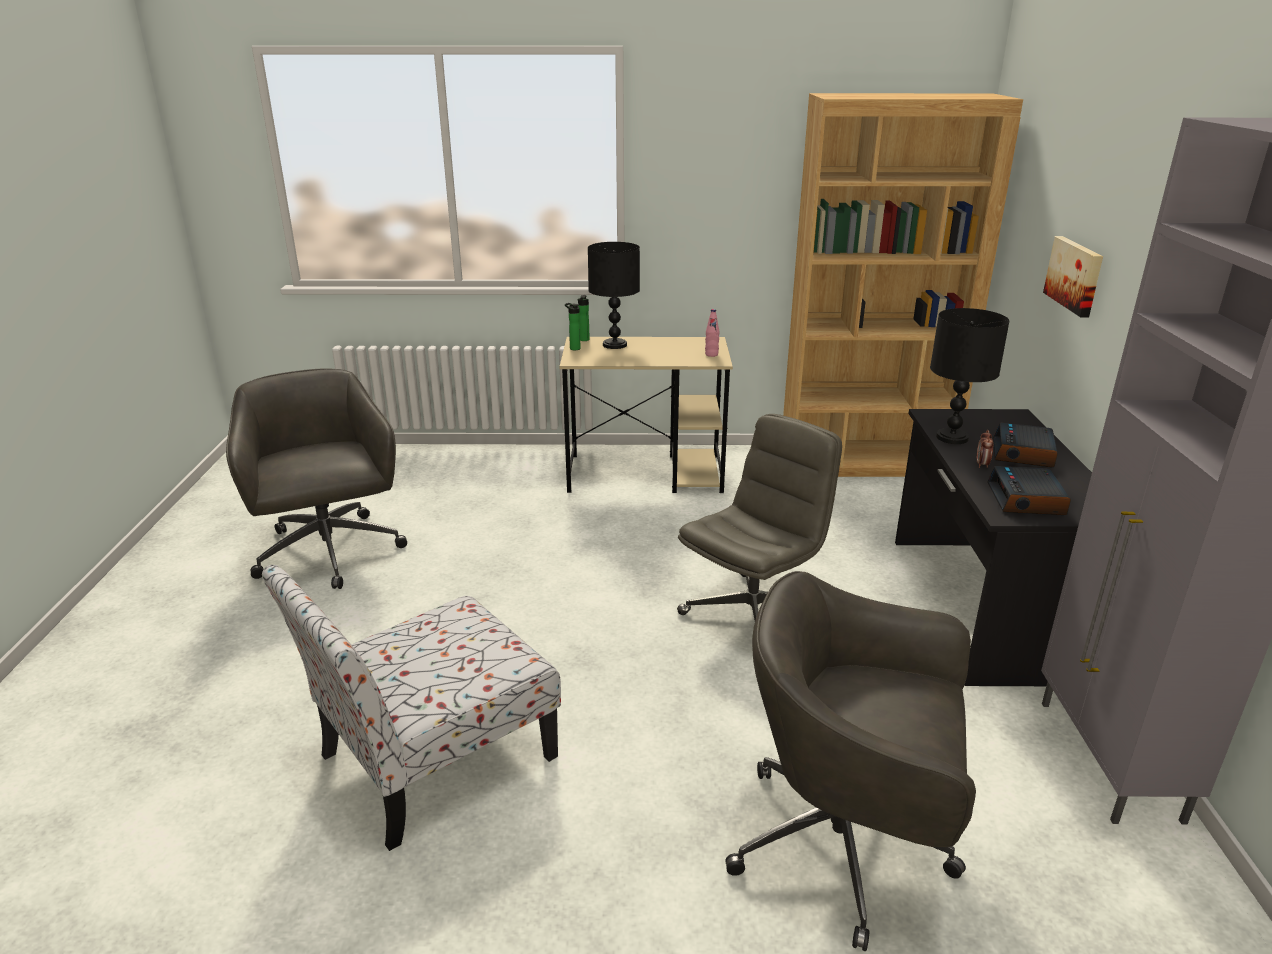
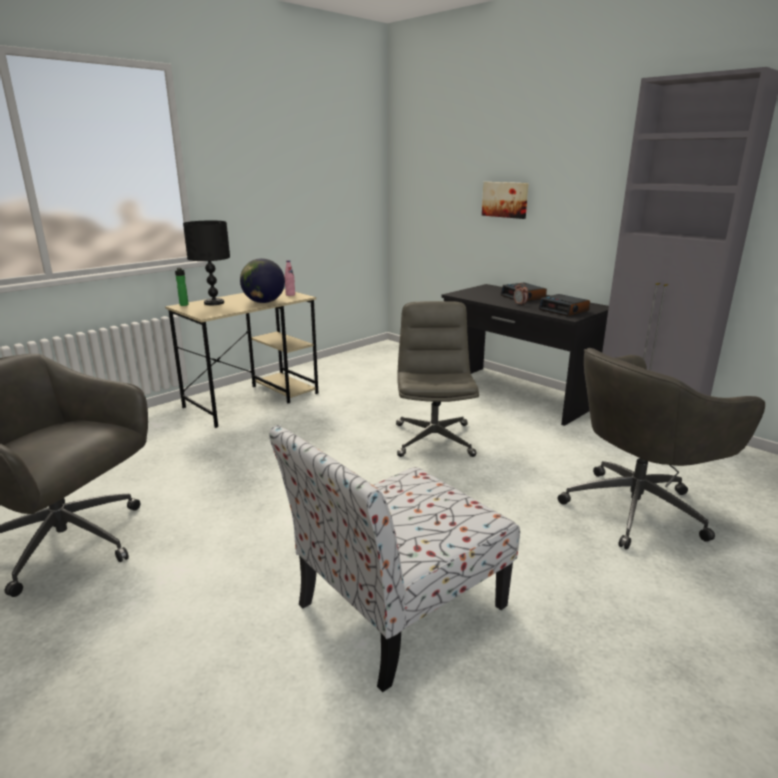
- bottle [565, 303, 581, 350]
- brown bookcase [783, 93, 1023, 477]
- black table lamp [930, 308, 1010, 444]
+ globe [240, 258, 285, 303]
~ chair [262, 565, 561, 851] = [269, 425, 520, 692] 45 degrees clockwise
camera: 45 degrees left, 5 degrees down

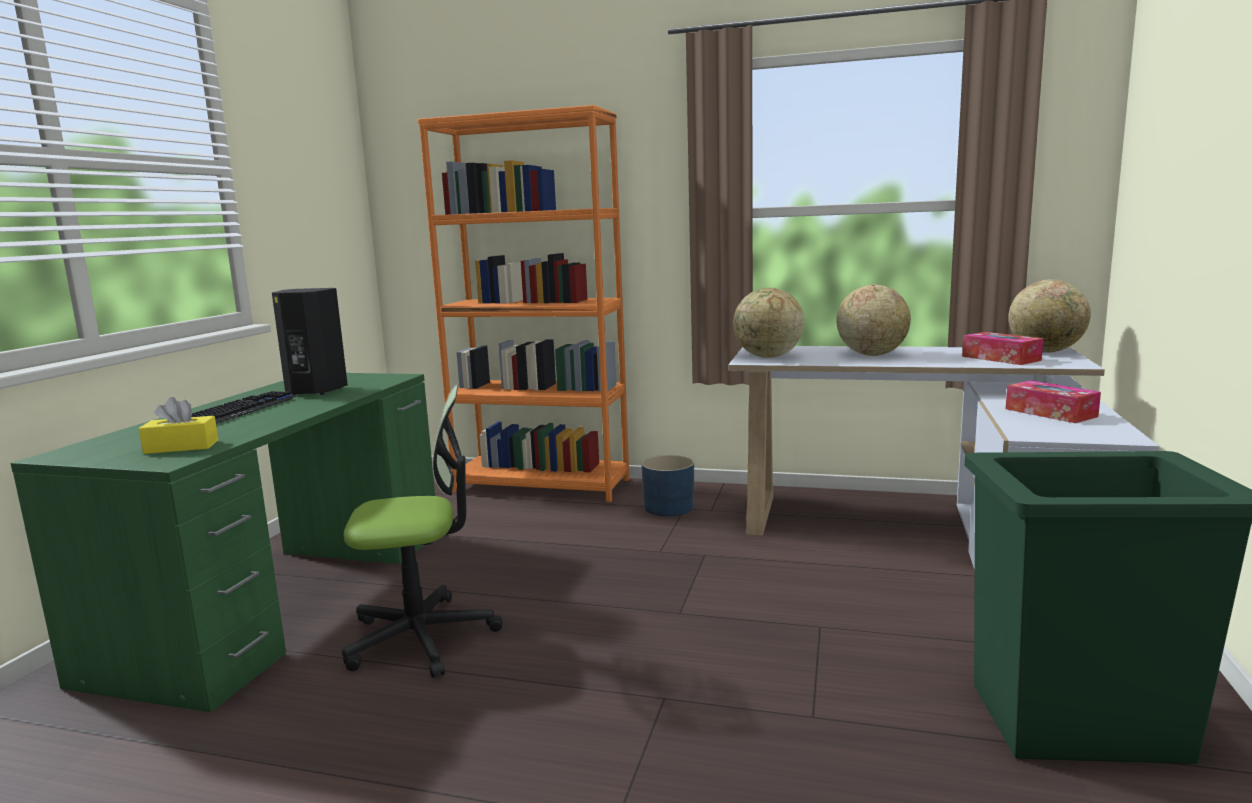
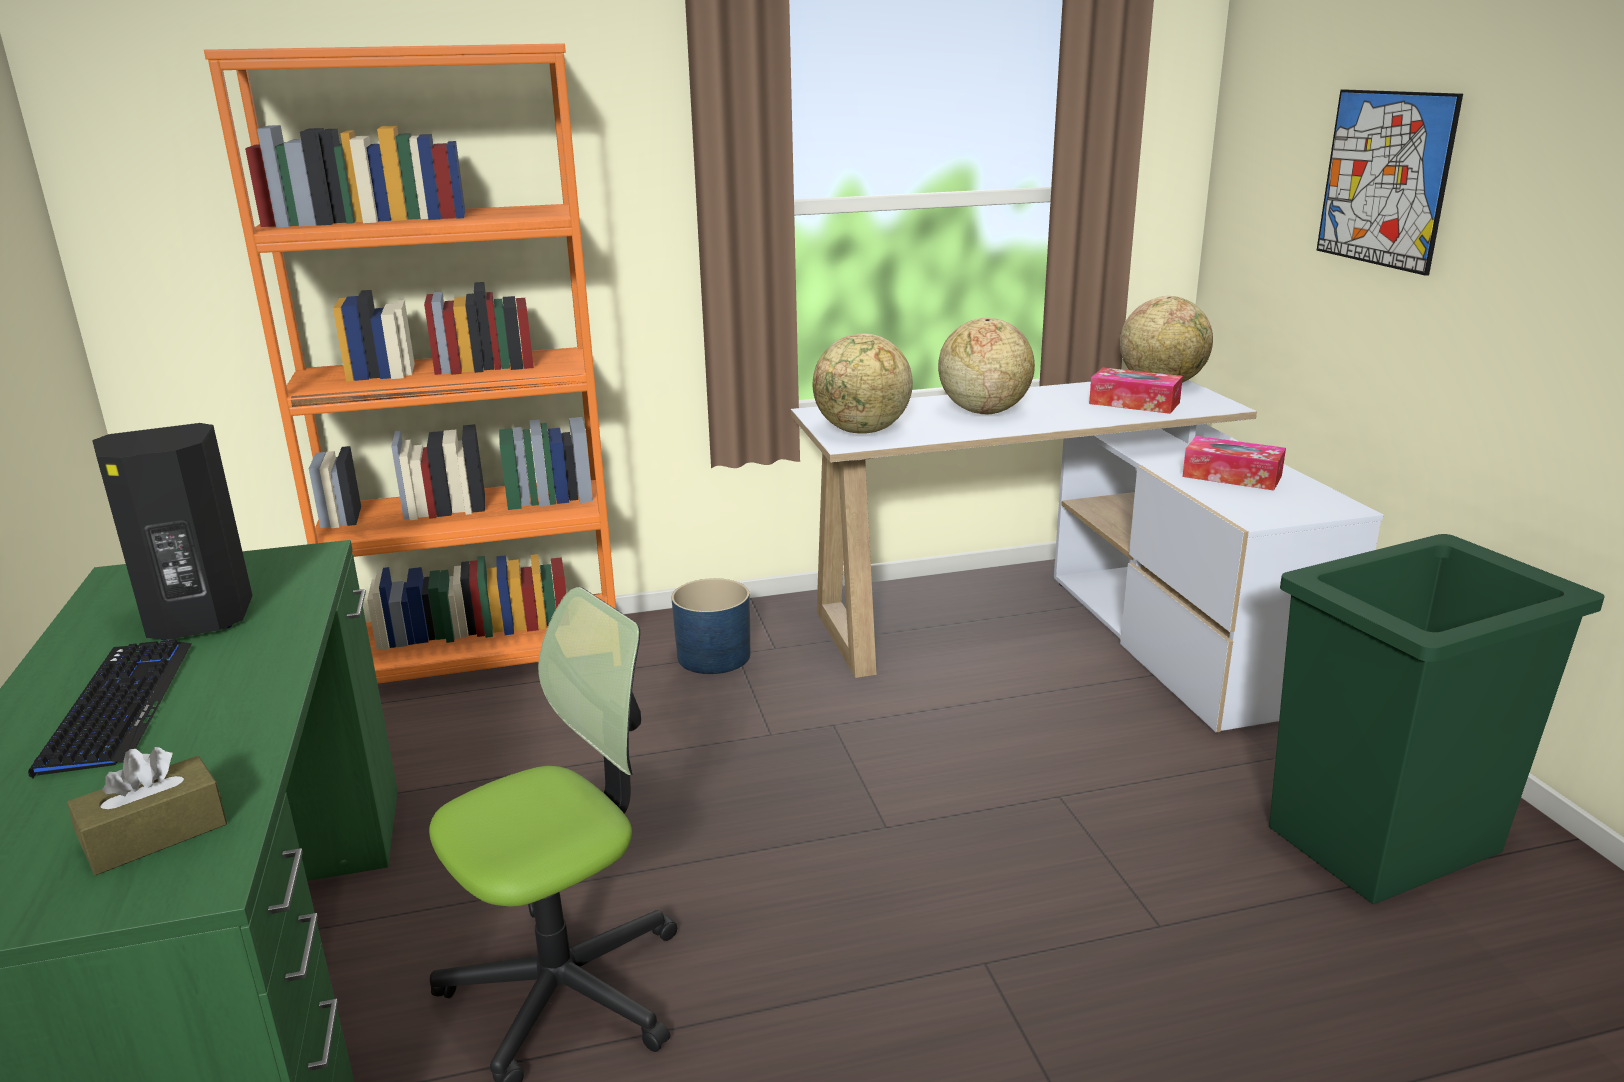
+ picture [1316, 89, 1463, 276]
~ yellow tissue box [138, 397, 218, 454] to brown tissue box [67, 747, 227, 875]
camera: 30 degrees left, 10 degrees up

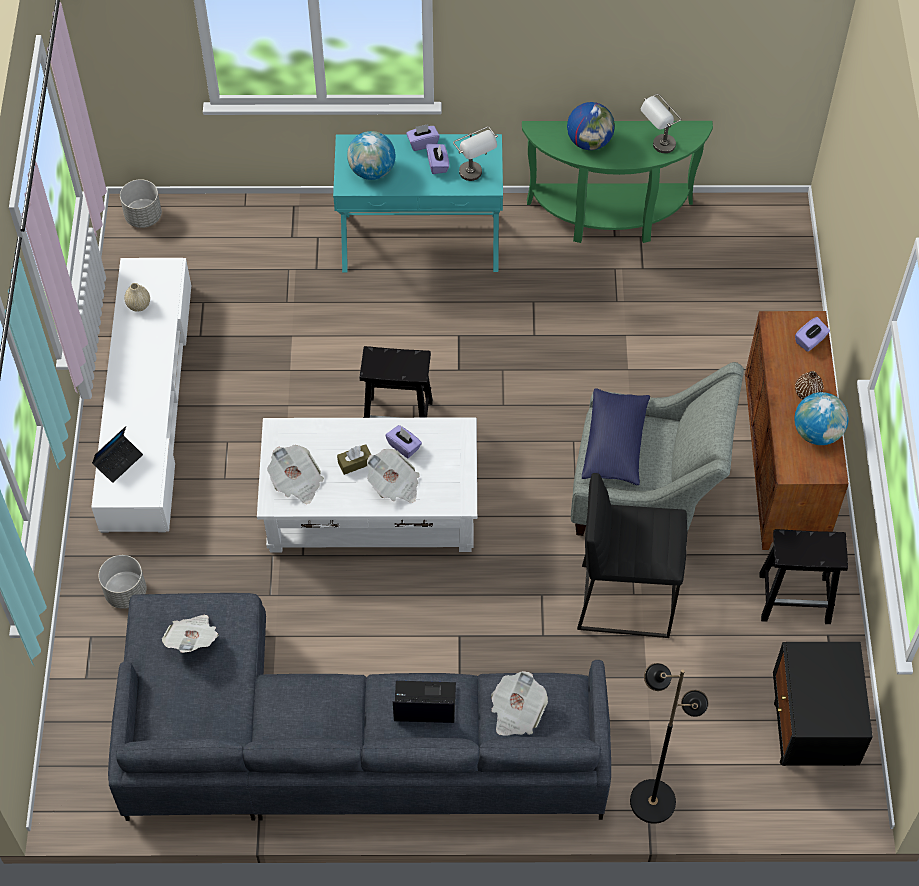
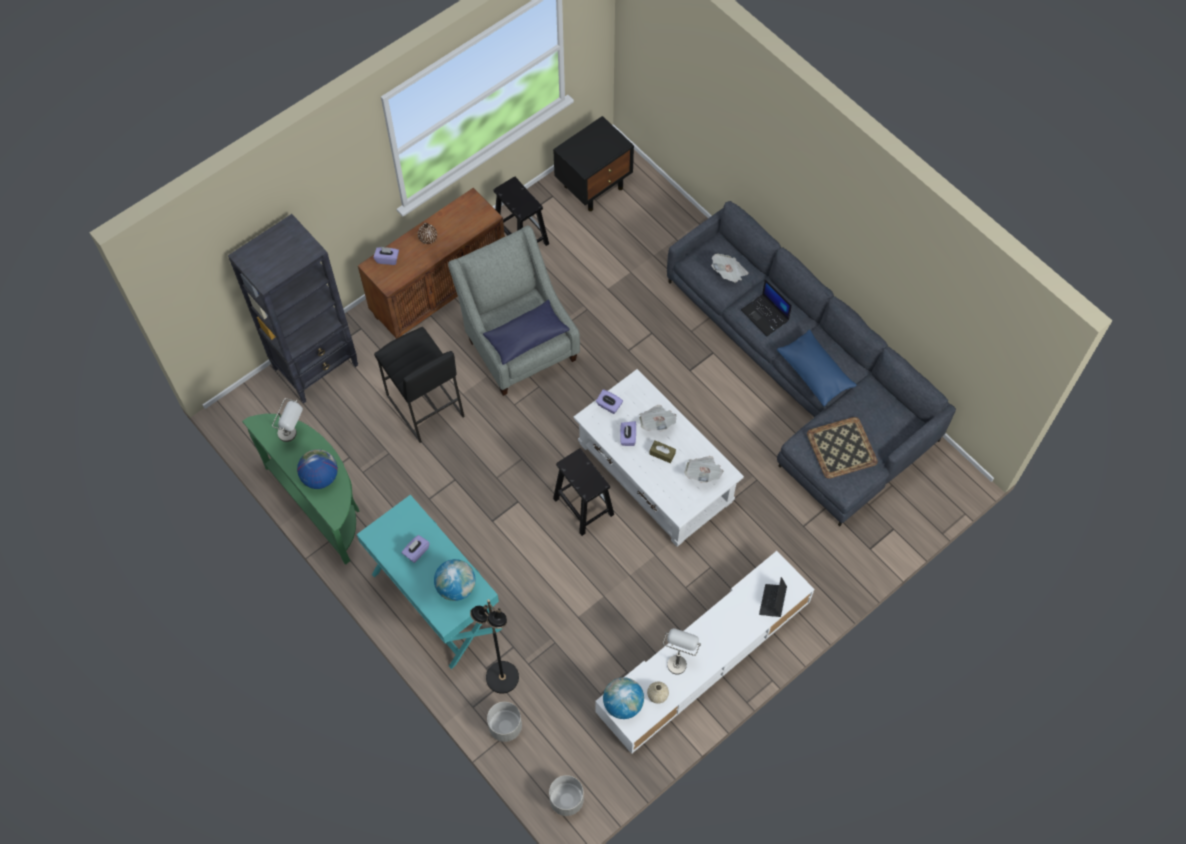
+ black bookcase [228, 214, 358, 403]
+ blue pillow [777, 330, 857, 406]
~ grey planter [99, 555, 146, 609] to [487, 702, 522, 742]
~ purple tissue box [406, 124, 440, 151] to [596, 389, 623, 414]
~ grey table lamp [453, 126, 498, 181] to [663, 628, 701, 675]
~ black stool [577, 473, 687, 638] to [374, 327, 465, 443]
~ black floor lamp [630, 663, 709, 824] to [470, 599, 519, 694]
~ globe [794, 392, 848, 445] to [603, 677, 644, 719]
~ newspaper [162, 615, 219, 653] to tray [807, 417, 878, 479]
~ laptop [92, 426, 143, 483] = [759, 577, 787, 617] 75 degrees counterclockwise
camera: 130 degrees left, 5 degrees up

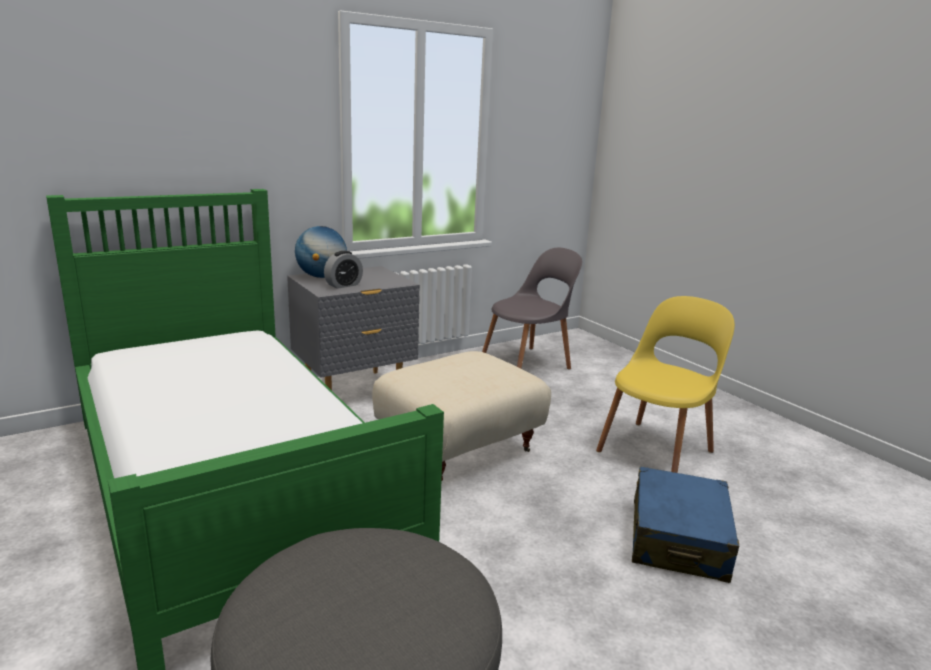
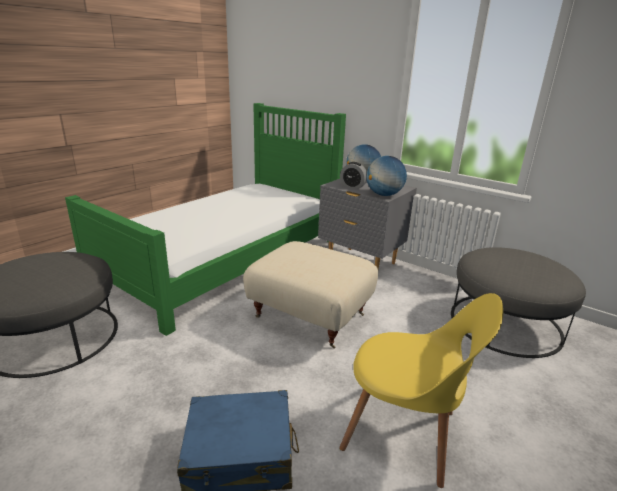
+ globe [367, 156, 407, 196]
~ grey chair [482, 248, 582, 370] to grey ottoman [451, 247, 586, 358]
camera: 70 degrees right, 5 degrees up

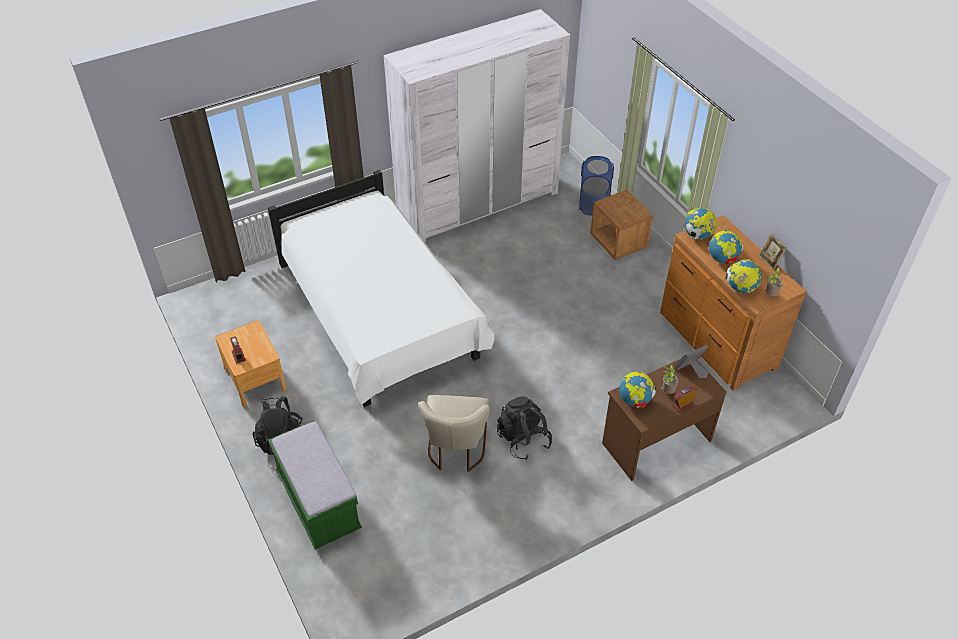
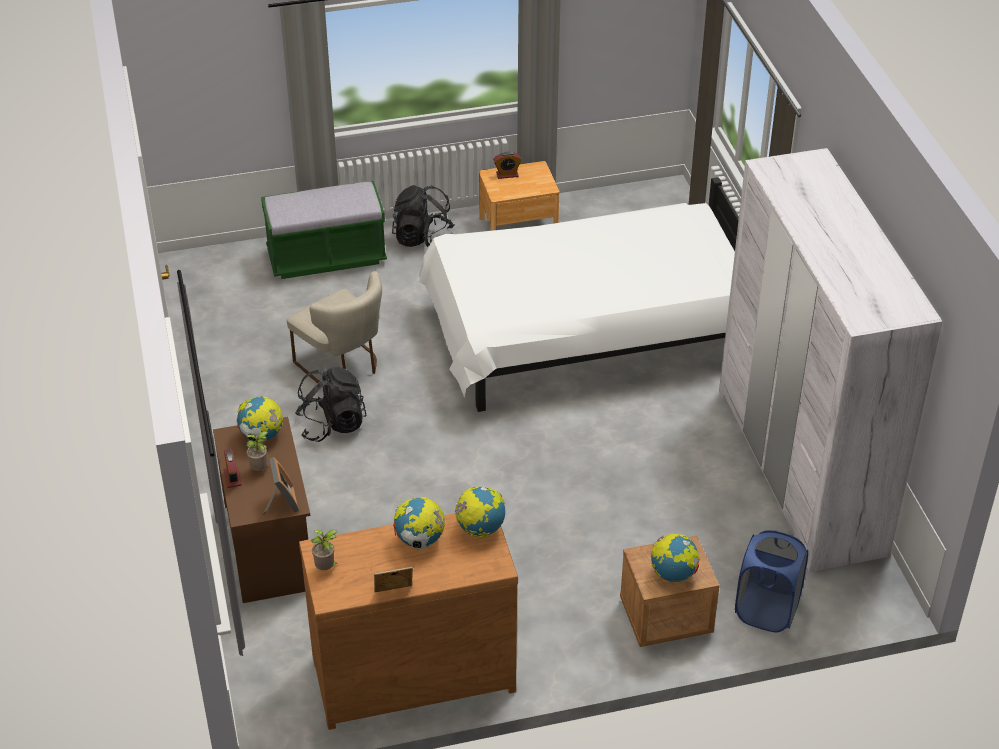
~ globe [725, 259, 762, 293] to [651, 534, 699, 582]
~ beige chair [418, 395, 490, 472] = [286, 271, 382, 383] 150 degrees counterclockwise
camera: 105 degrees right, 5 degrees down

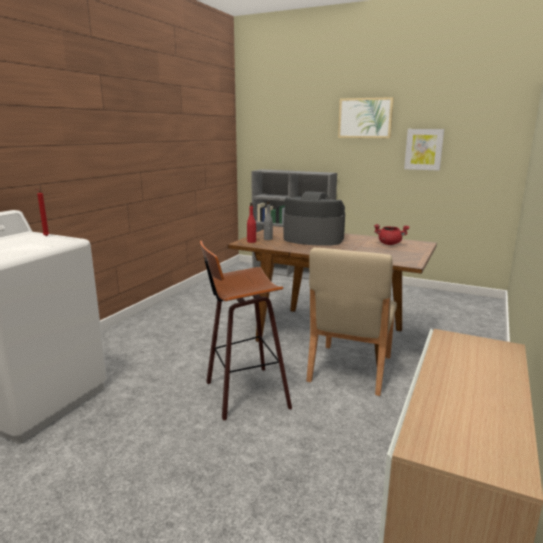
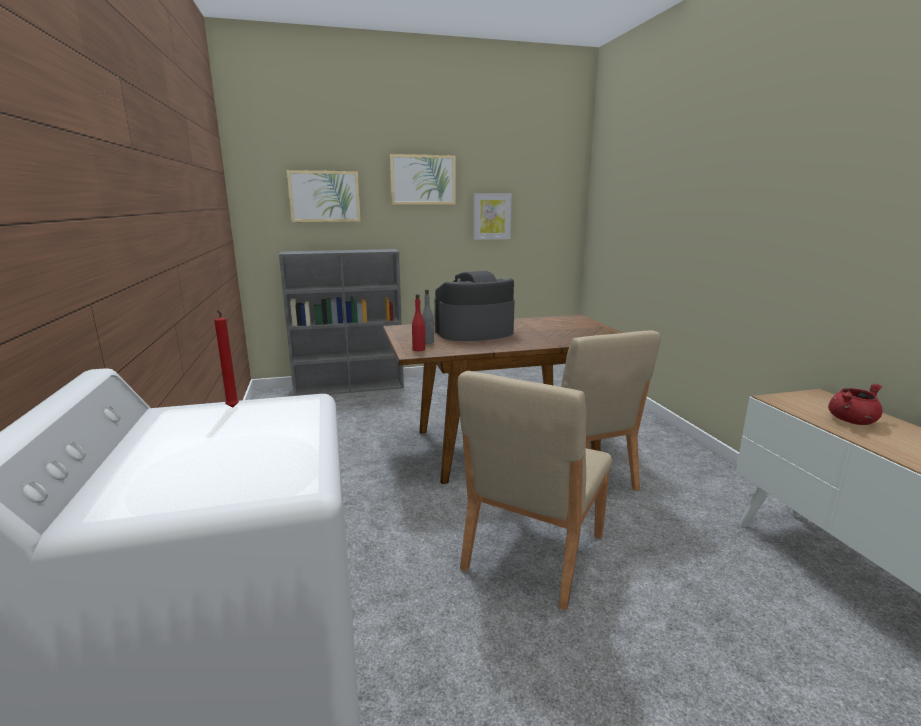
+ picture [287, 170, 361, 222]
~ red cooking pot [374, 224, 410, 245] to [828, 383, 883, 425]
~ stool [200, 241, 292, 421] to beige chair [458, 371, 612, 611]
camera: 40 degrees left, 0 degrees up

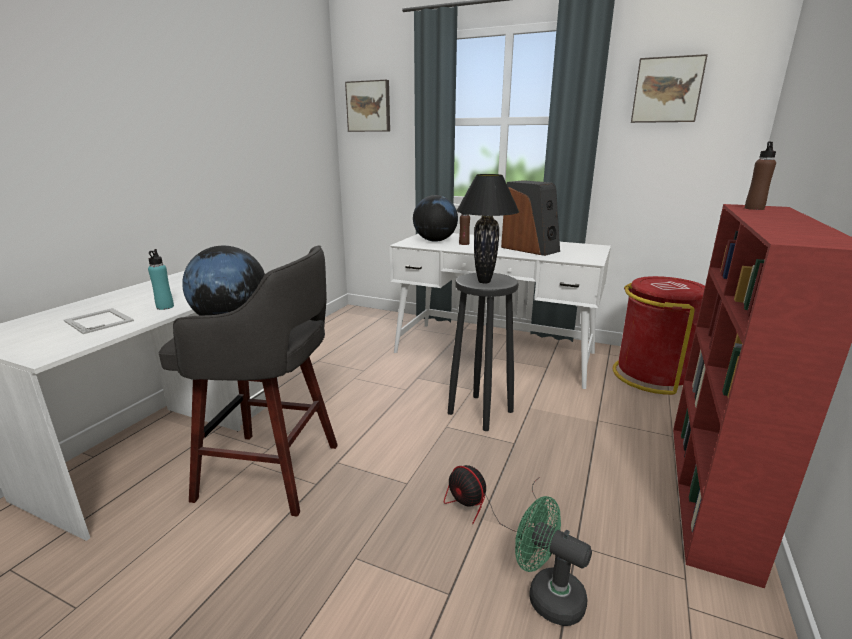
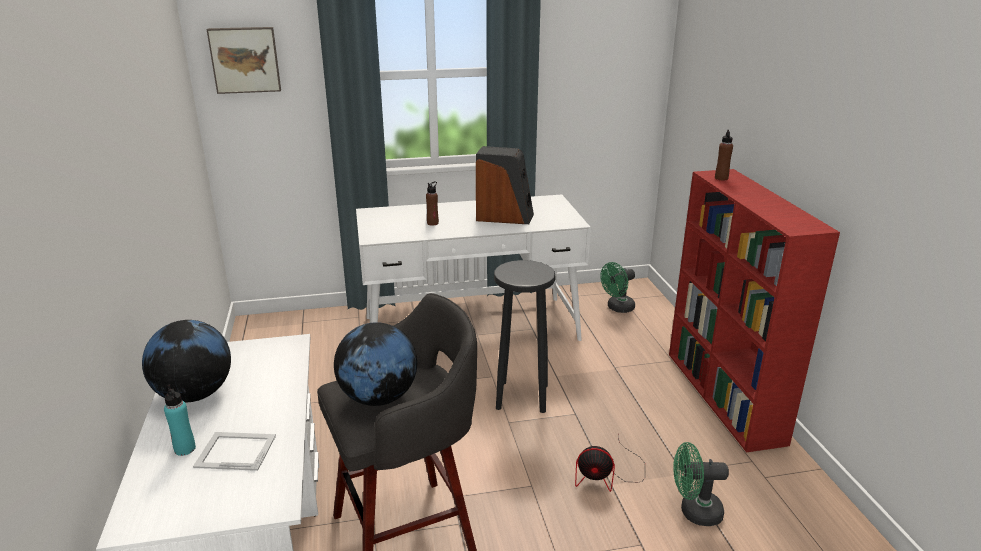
- black table lamp [456, 174, 519, 283]
- picture [631, 54, 708, 123]
~ turquoise bottle [148, 249, 174, 310] to [164, 385, 196, 456]
~ globe [413, 195, 458, 242] to [142, 320, 231, 403]
~ red trash can [613, 276, 705, 395] to green fan [600, 262, 635, 313]
camera: 35 degrees left, 5 degrees up

